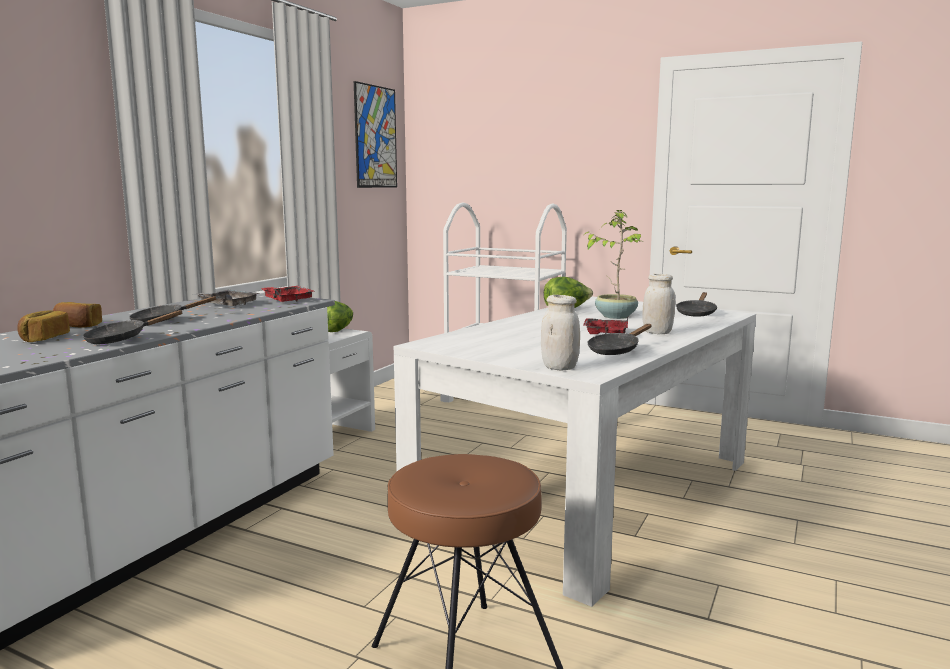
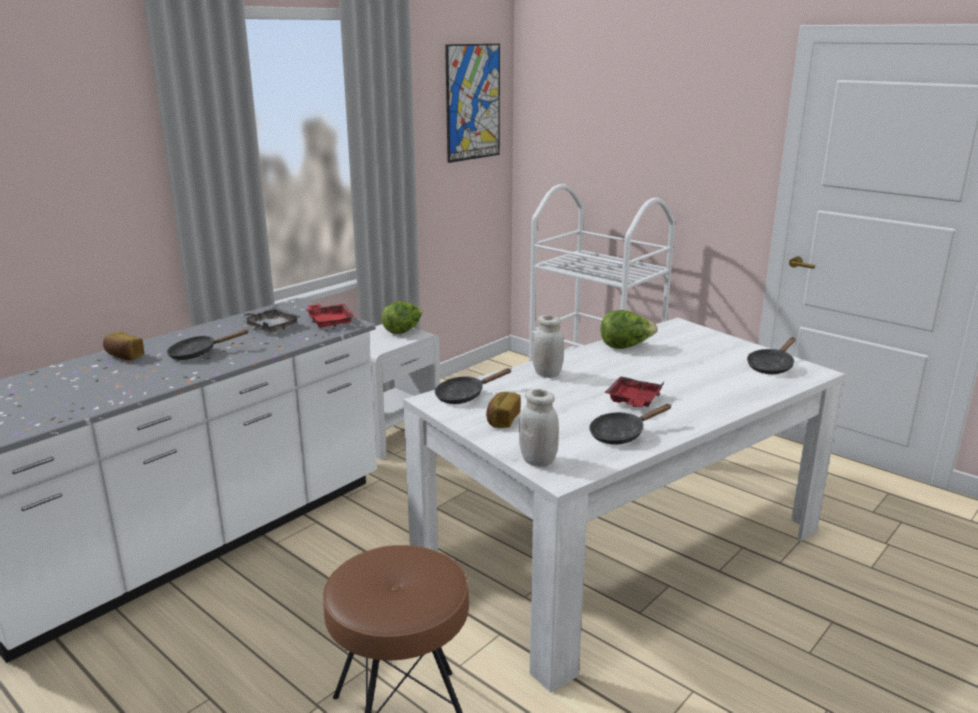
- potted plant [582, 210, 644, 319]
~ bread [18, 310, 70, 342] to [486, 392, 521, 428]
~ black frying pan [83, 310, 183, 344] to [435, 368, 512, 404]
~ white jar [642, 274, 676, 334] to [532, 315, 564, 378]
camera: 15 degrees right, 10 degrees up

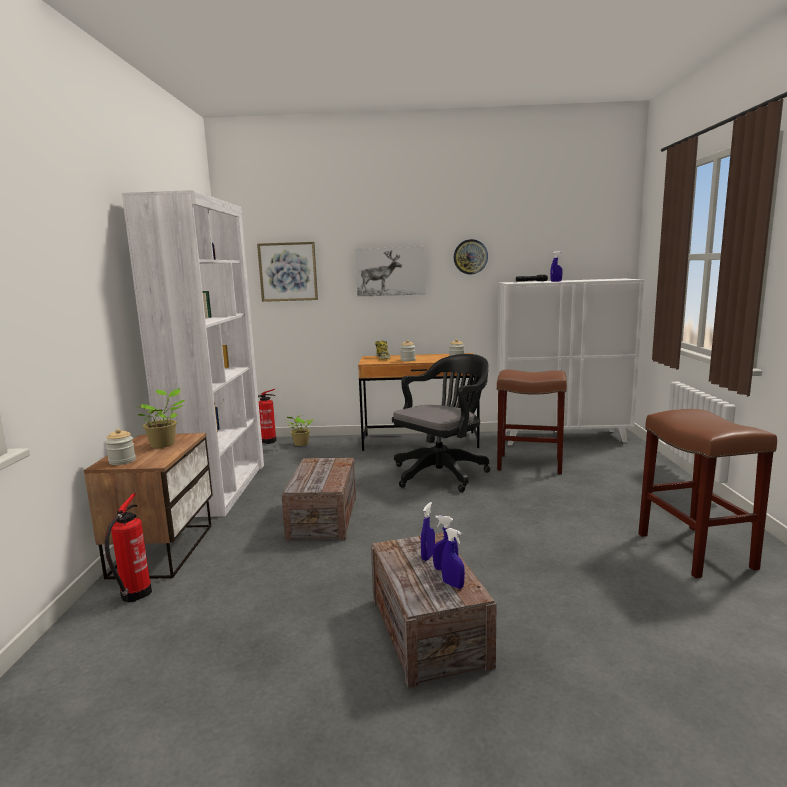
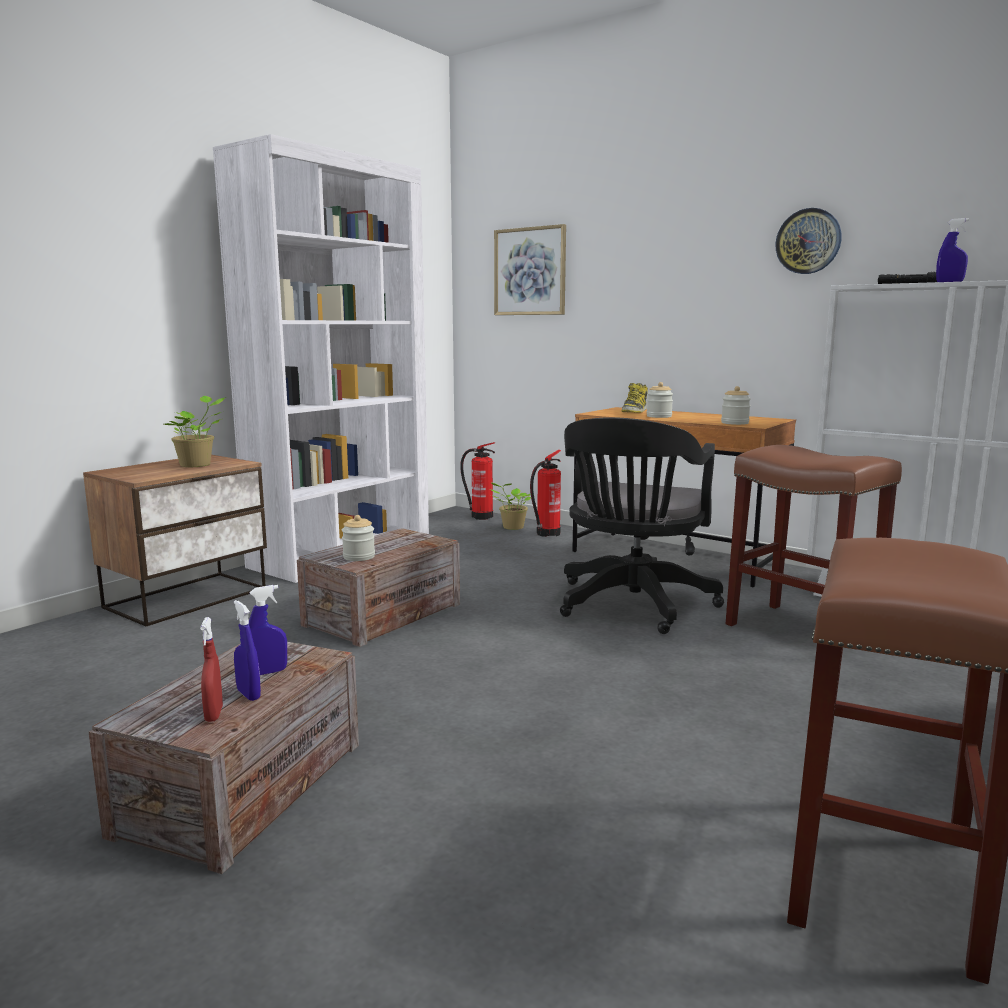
- picture [355, 247, 425, 297]
~ jar [105, 429, 136, 465] to [342, 515, 375, 561]
~ fire extinguisher [105, 493, 152, 602] to [530, 450, 561, 537]
~ blue spray bottle [441, 528, 465, 589] to red spray bottle [200, 617, 223, 722]
~ black office chair [392, 354, 490, 492] = [560, 417, 724, 634] 120 degrees clockwise
camera: 35 degrees right, 0 degrees up

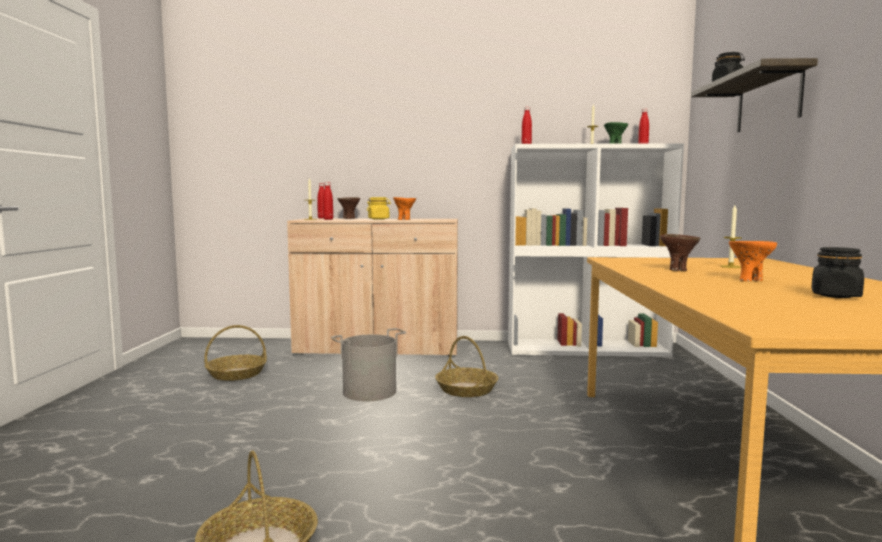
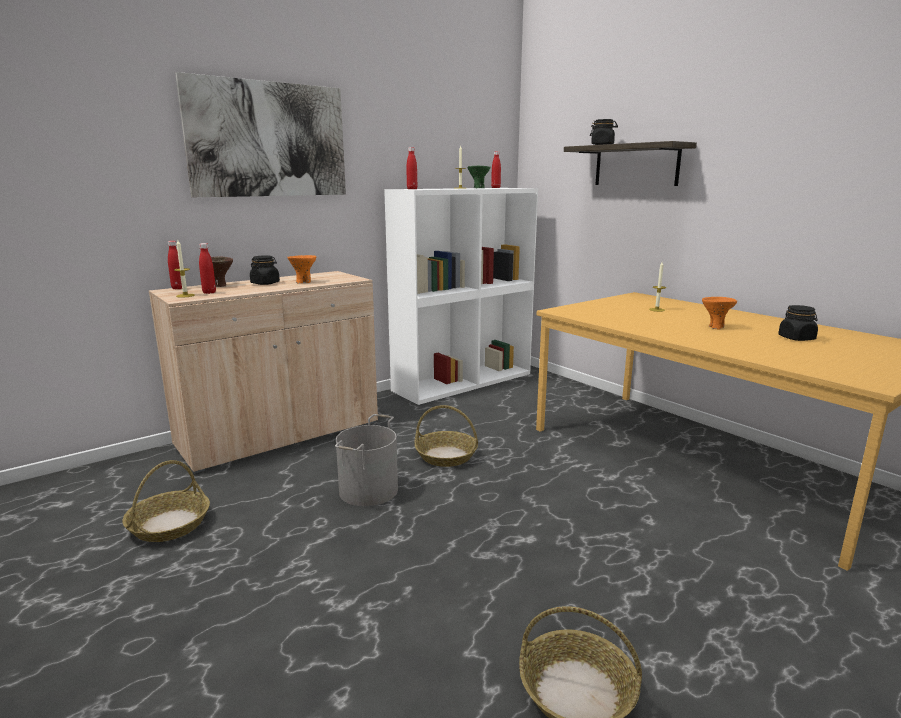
- brown bowl [660, 234, 700, 271]
+ picture [175, 72, 346, 197]
~ yellow jar [367, 197, 391, 220] to black jar [250, 255, 280, 285]
camera: 40 degrees left, 10 degrees up

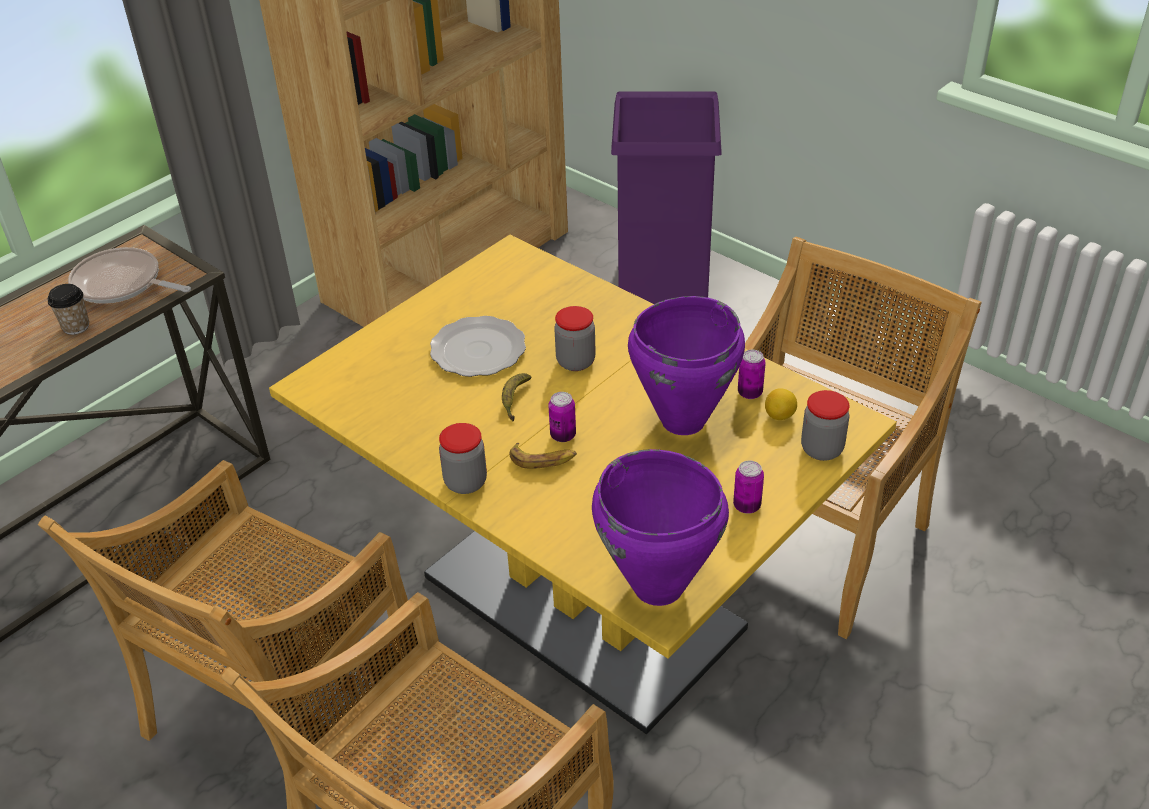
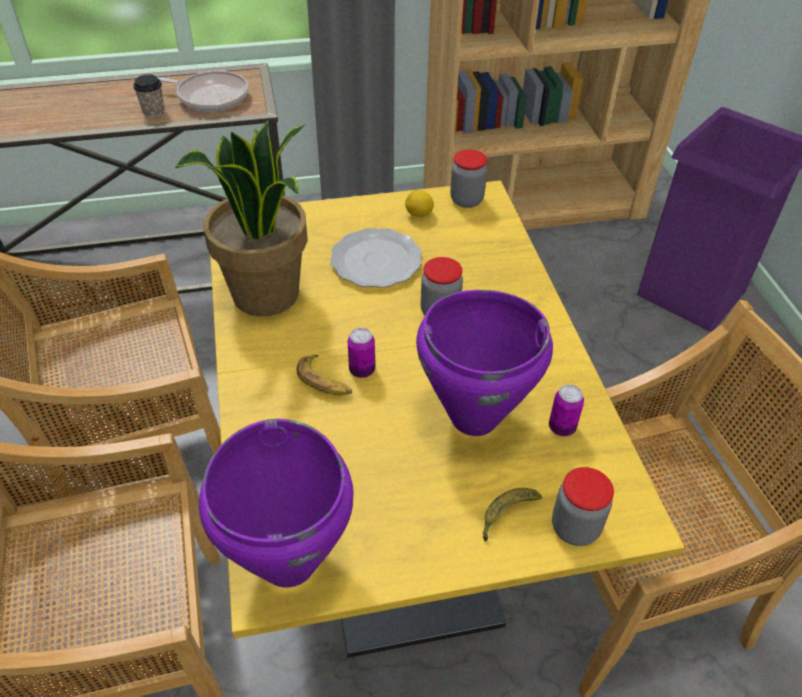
- can [733, 461, 764, 514]
+ potted plant [175, 120, 308, 317]
~ jar [439, 423, 487, 494] to [450, 150, 487, 208]
~ banana [502, 373, 532, 421] to [483, 488, 542, 541]
~ lemon [765, 388, 797, 420] to [405, 190, 434, 217]
~ frying pan [68, 247, 191, 304] = [157, 71, 249, 112] 135 degrees clockwise
camera: 35 degrees right, 5 degrees up

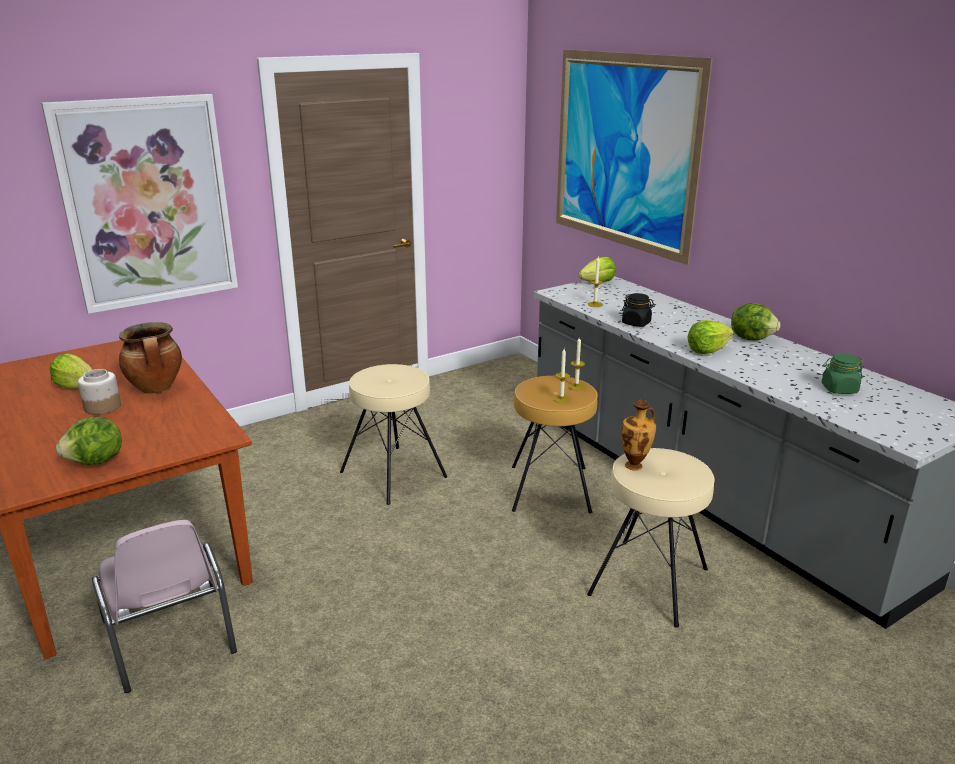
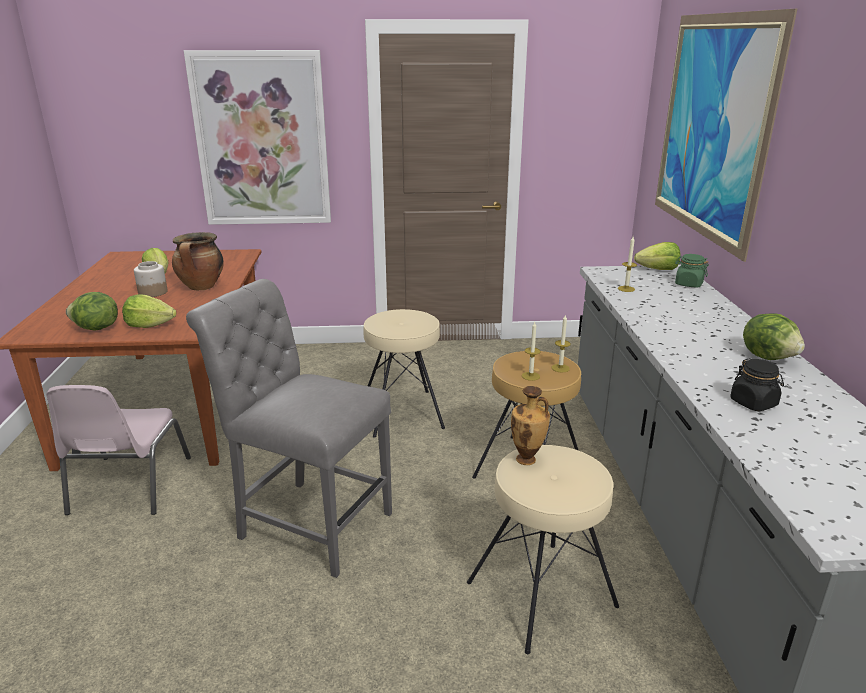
+ grey chair [186, 279, 392, 578]
~ black jar [622, 293, 655, 327] to [730, 358, 784, 411]
~ lettuce [688, 320, 734, 354] to [122, 294, 176, 328]
~ green jar [822, 353, 864, 394] to [675, 254, 709, 288]
camera: 30 degrees right, 0 degrees up

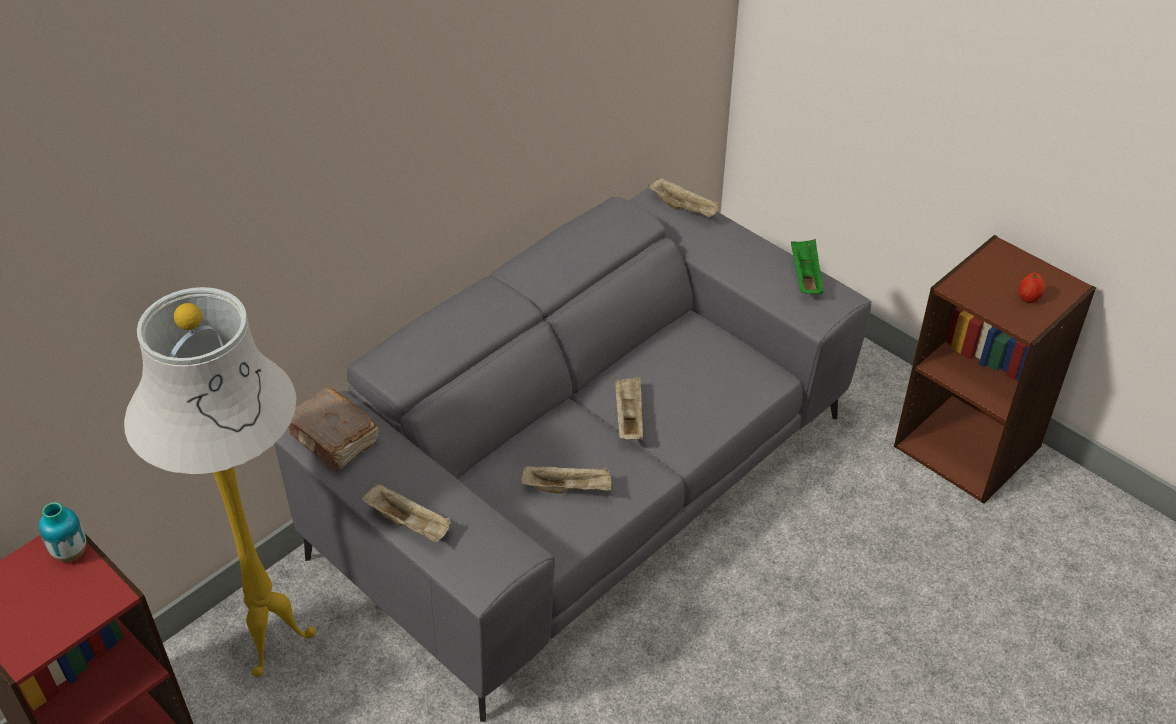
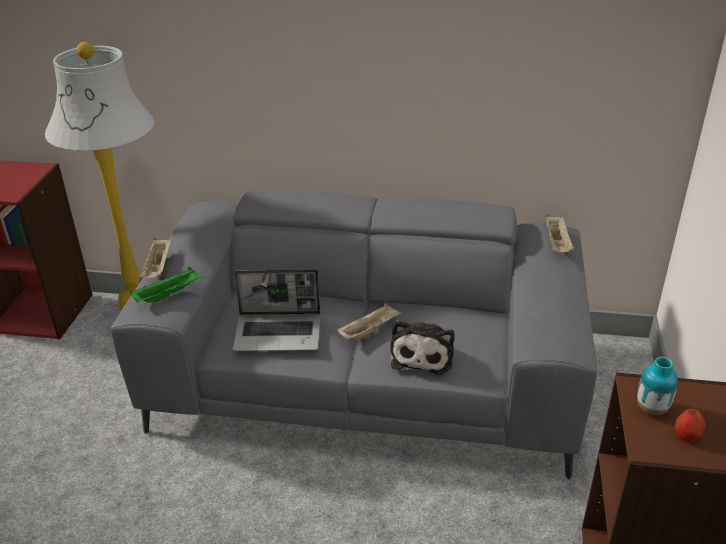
- brown book [288, 388, 379, 471]
+ plush toy [390, 320, 455, 375]
~ vase [39, 502, 87, 562] to [637, 357, 678, 415]
~ green tray [791, 239, 823, 294] to [130, 267, 203, 303]
~ beige tray [521, 465, 611, 494] to laptop [233, 269, 321, 351]
camera: 55 degrees right, 10 degrees down

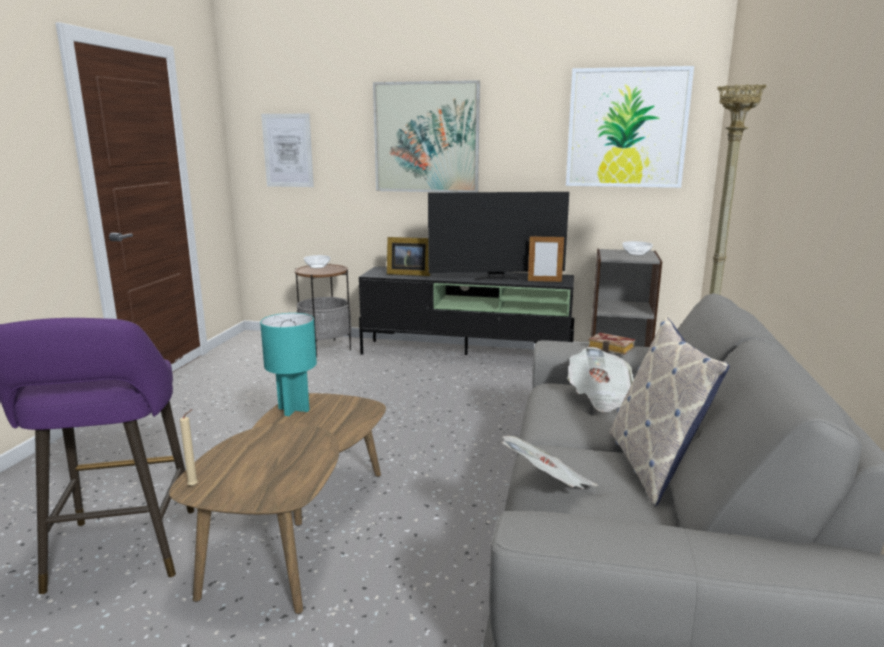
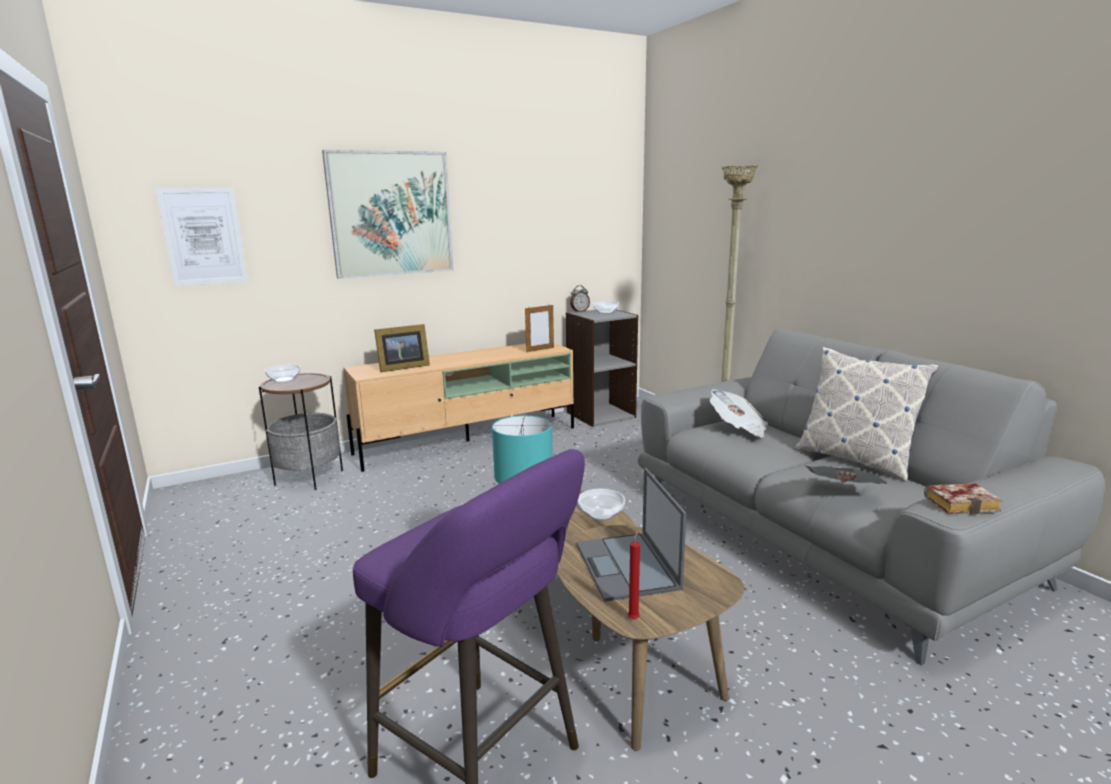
- television [428, 192, 569, 280]
- picture [566, 66, 694, 188]
+ alarm clock [570, 285, 590, 313]
+ laptop [576, 468, 686, 602]
+ bowl [578, 489, 625, 521]
~ book [588, 333, 635, 355] to [924, 483, 1003, 515]
~ beige candle [180, 409, 198, 486] to red candle [628, 530, 640, 620]
~ black tv stand [359, 266, 574, 355] to beige tv stand [343, 343, 574, 472]
camera: 40 degrees left, 0 degrees up

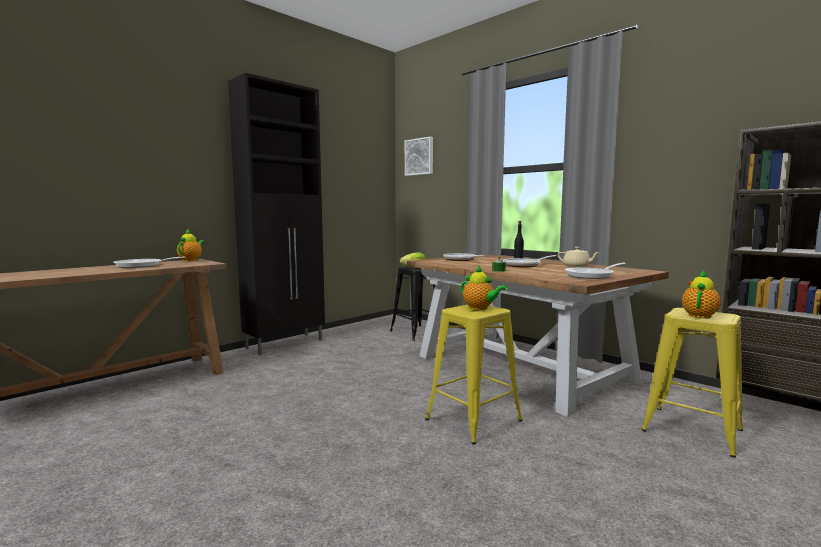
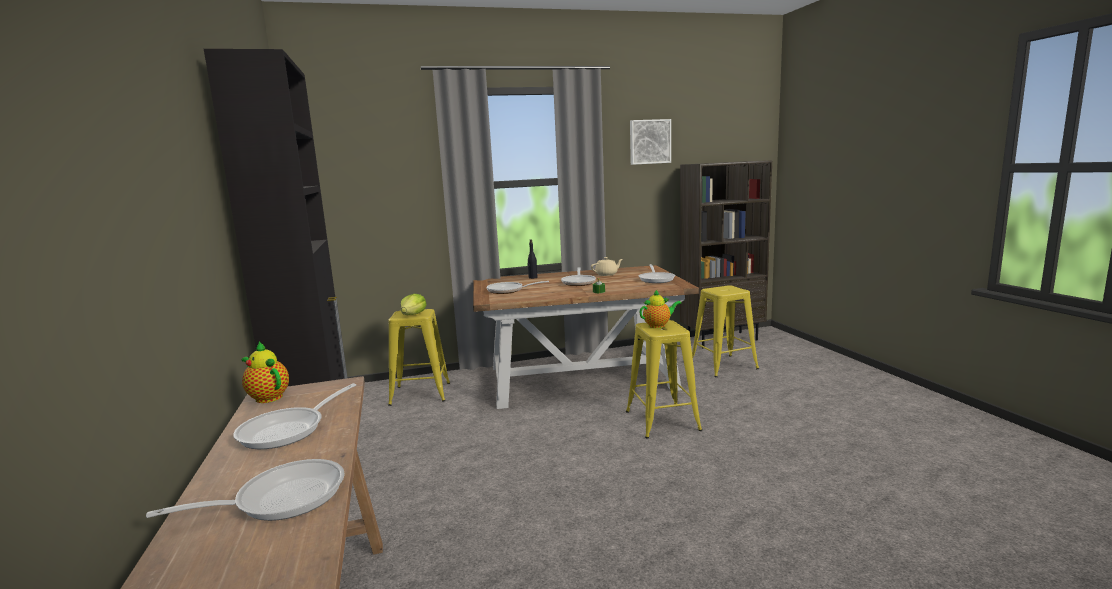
- teapot [682, 270, 721, 319]
+ frying pan [146, 459, 345, 521]
~ picture [405, 137, 433, 176] to [630, 119, 671, 165]
~ black stool [390, 267, 435, 341] to yellow stool [388, 309, 450, 406]
camera: 60 degrees left, 5 degrees up

